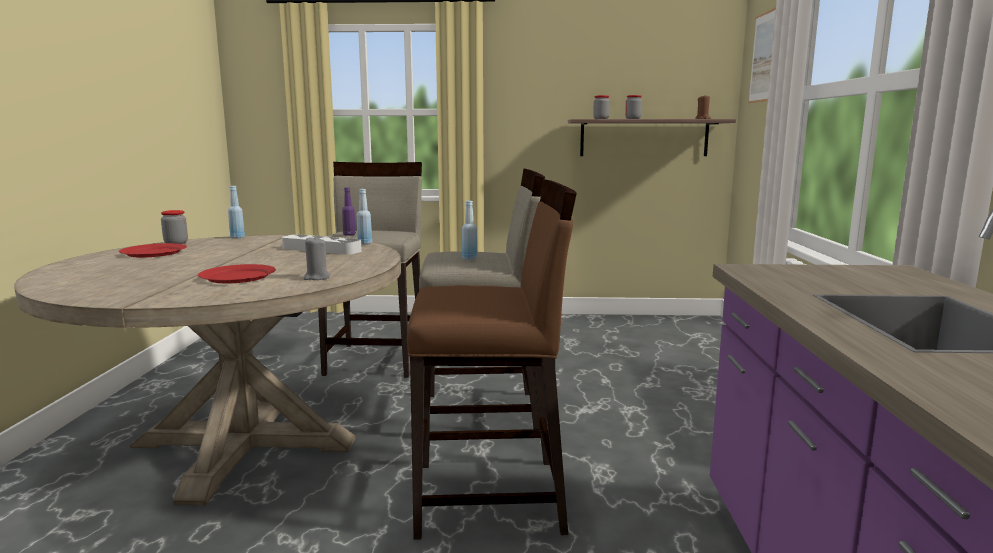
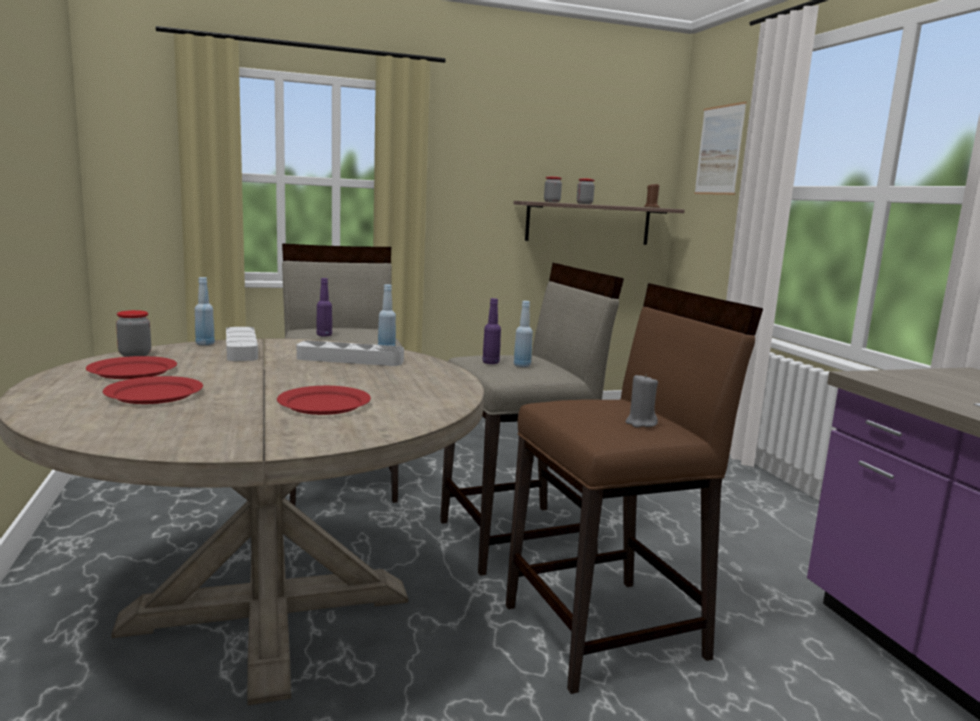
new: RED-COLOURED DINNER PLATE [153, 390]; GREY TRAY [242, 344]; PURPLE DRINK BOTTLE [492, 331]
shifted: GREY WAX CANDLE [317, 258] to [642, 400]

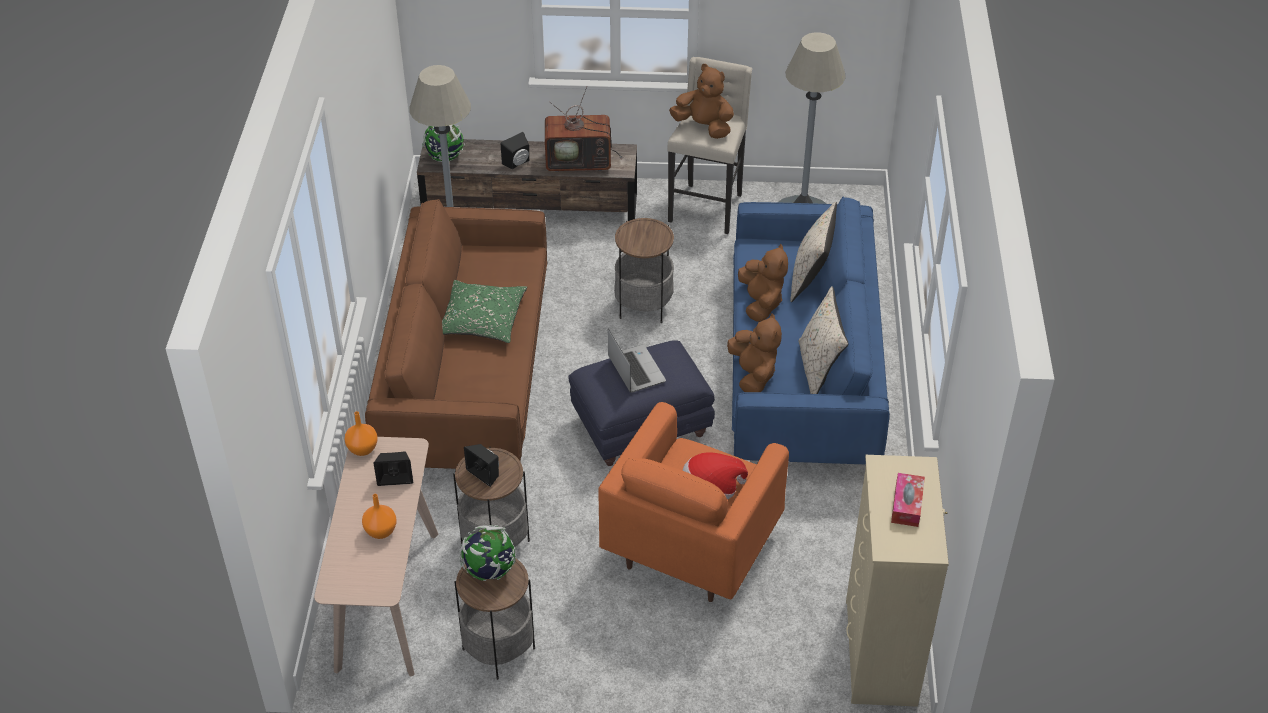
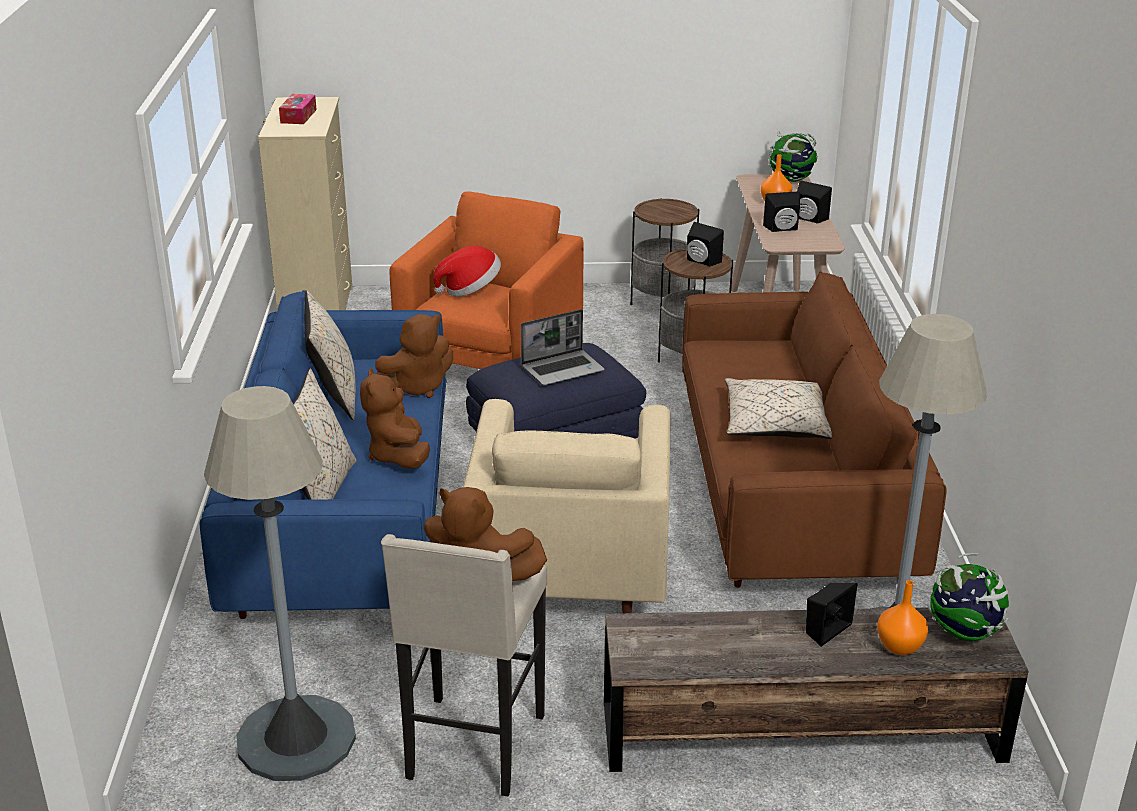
gone: TV [584, 129]
new: BLACK-COLOURED AUDIO SPEAKER [814, 202]
shifted: GLOBE [487, 553] to [793, 156]; ORANGE-COLOURED VASE [361, 433] to [902, 617]
swapped: SIDE TABLE [644, 270] to SAND-COLOURED ARMCHAIR [567, 506]
repainted: GREEN-COLOURED PILLOW [484, 311] to SAND-COLOURED PILLOW [778, 408]
rotated: BROWN-COLOURED CUDDLY TOY [754, 352] = [414, 356] 105 degrees counterclockwise; PORTABLE COMPUTER [637, 361] = [563, 347] 90 degrees counterclockwise

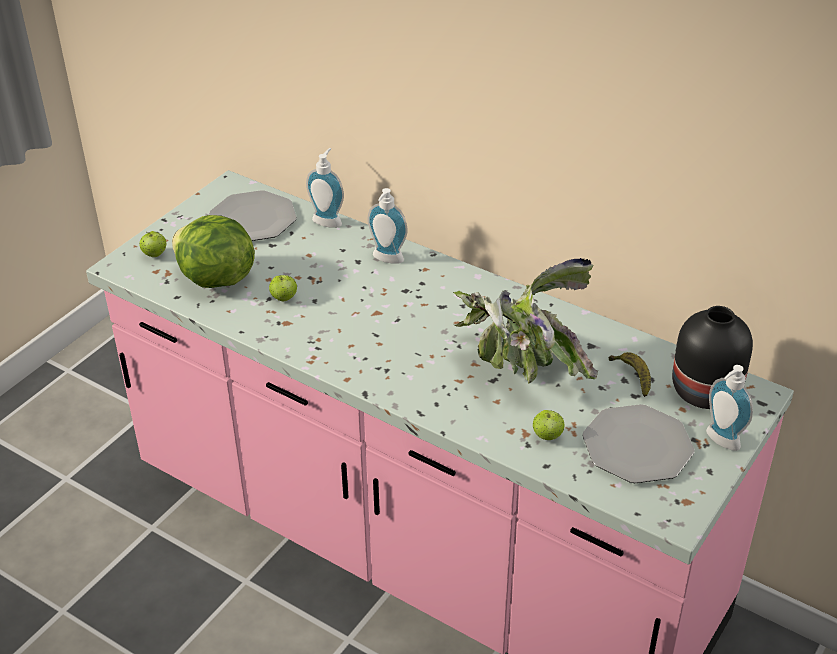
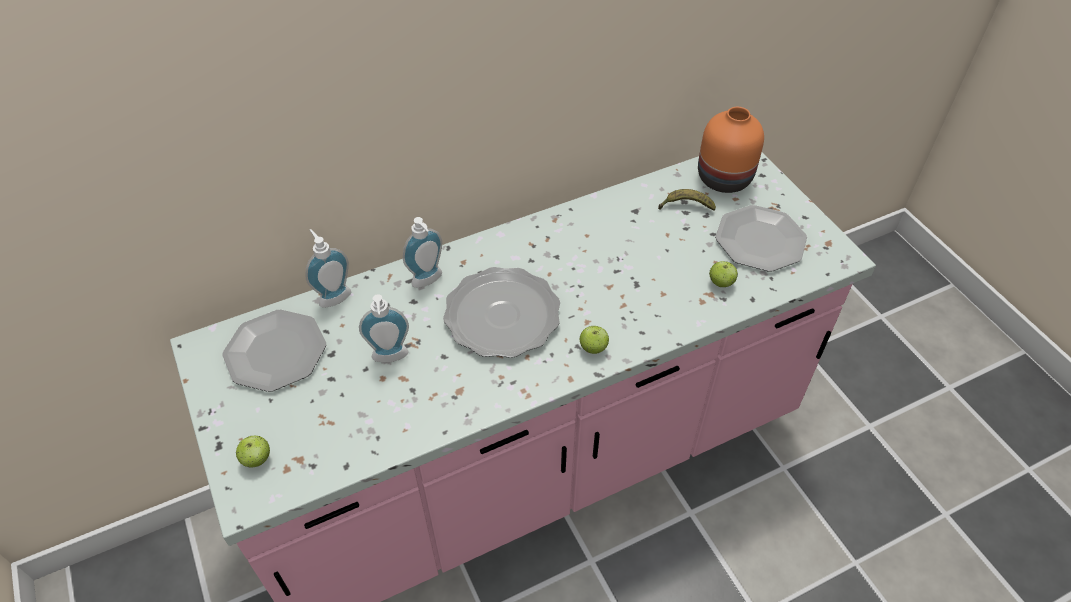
gone: LETTUCE [213, 251]; PLANT IN A POT [525, 321]
new: DINNER PLATE [501, 312]
shifted: SOAP BOTTLE [729, 408] to [384, 328]; WHOLE APPLE [283, 288] to [594, 340]
repainted: BLACK-COLOURED VASE [712, 357] to ORANGE-COLOURED VASE [731, 150]

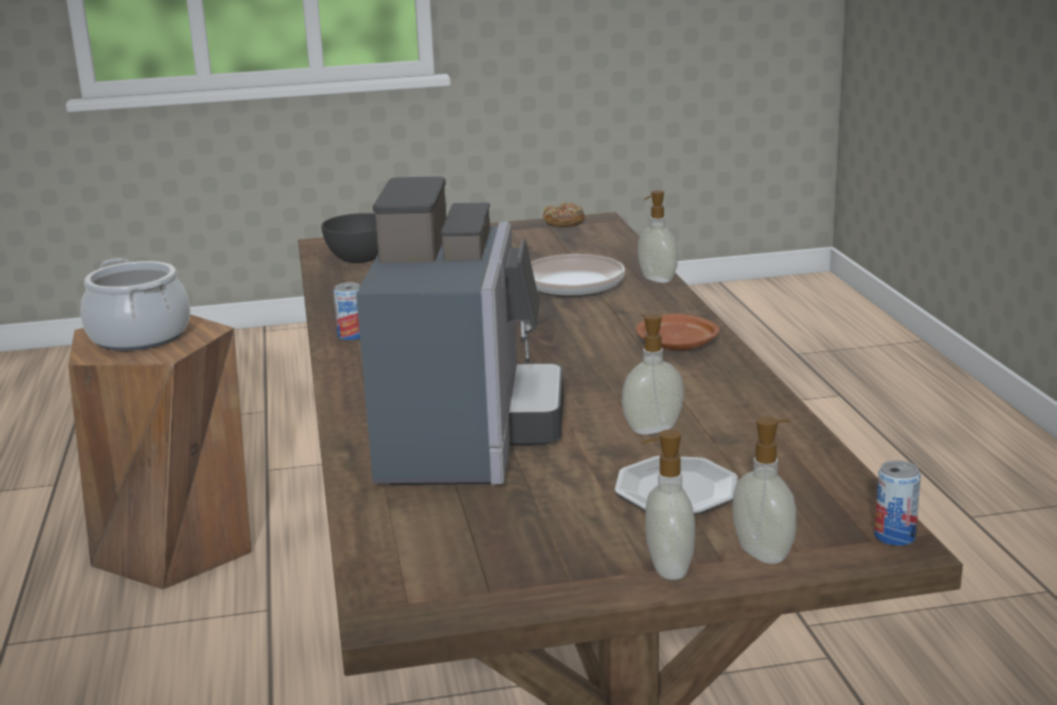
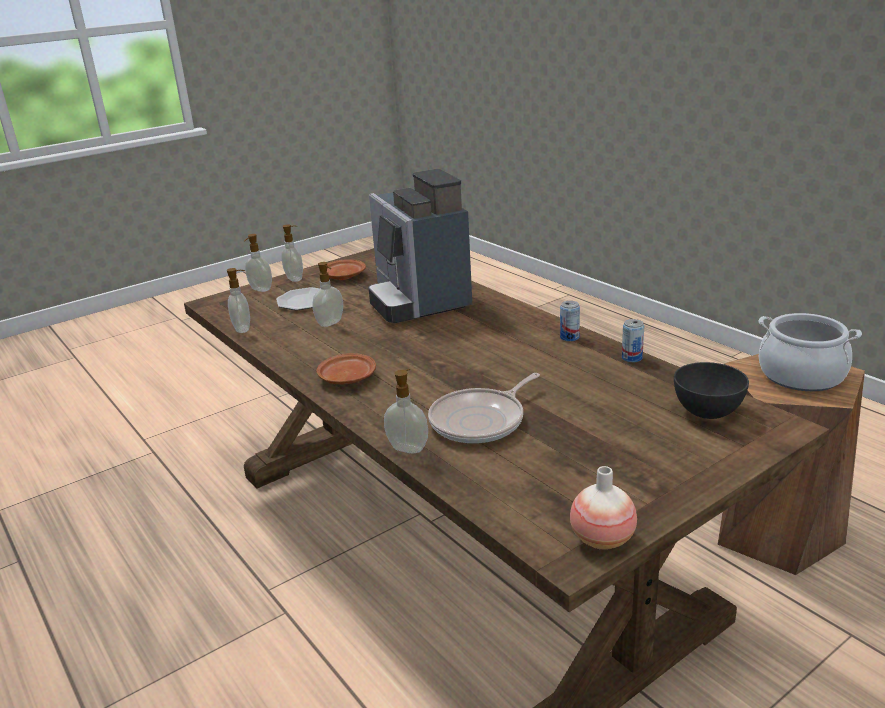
new: SOAP BOTTLE [238, 300]; BROWN-COLOURED DINNER PLATE [346, 269]
shifted: METAL CAN [897, 503] to [633, 341]
swapped: DOUGHNUT [564, 214] to VASE [603, 508]

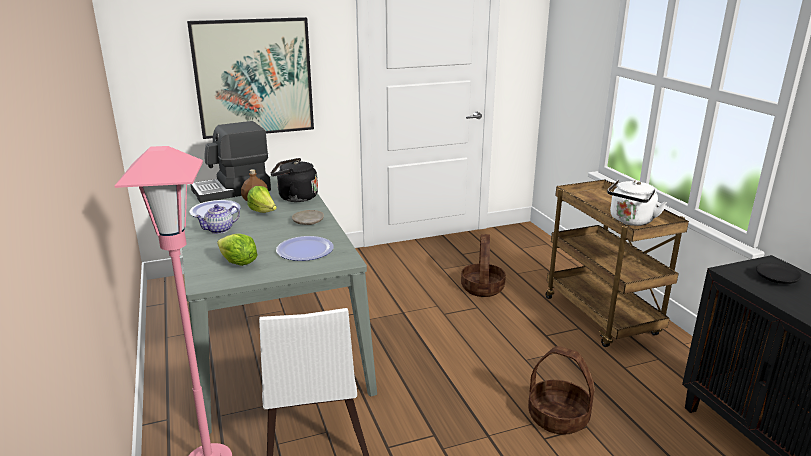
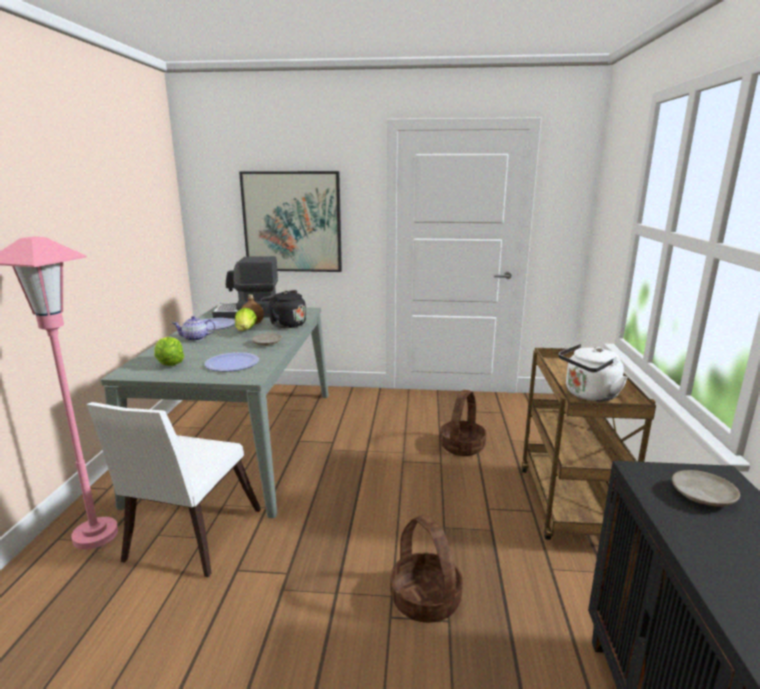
repainted: BLACK-COLOURED DINNER PLATE [779, 273] to SAND-COLOURED DINNER PLATE [706, 488]

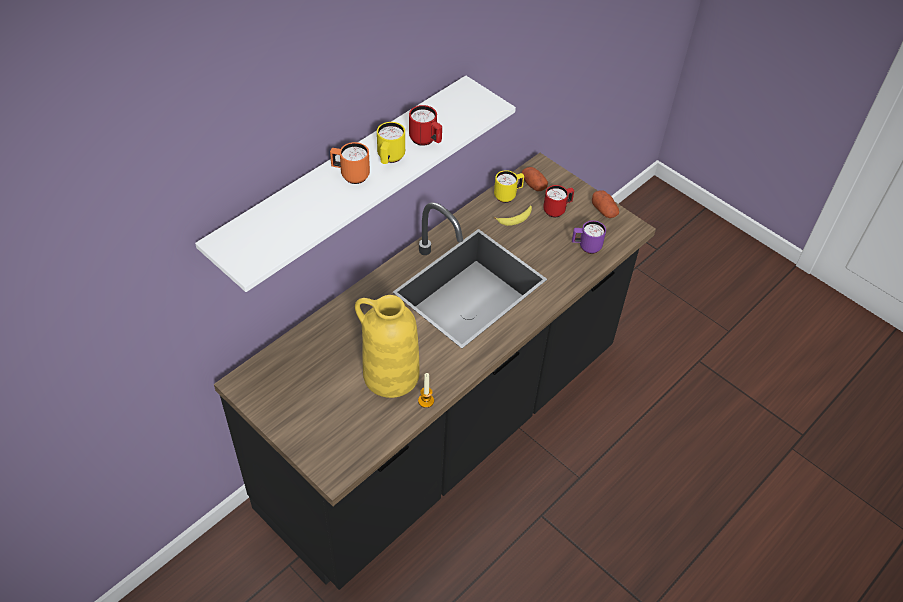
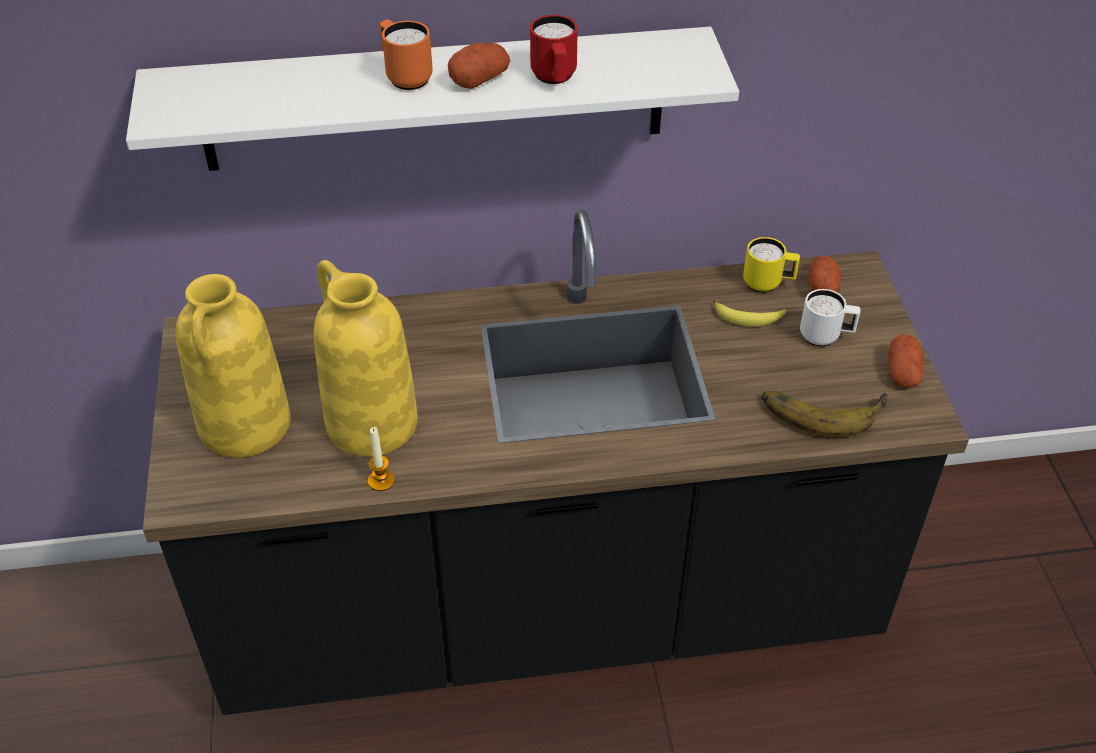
new: YELLOWISH VASE [233, 366]
swapped: YELLOWISH COFFEE MUG [391, 143] to SPUD [479, 66]; PURPLE COFFEE MUG [589, 237] to BANANA FRUIT [825, 414]
repainted: RED-COLOURED COFFEE MUG [558, 201] to WHITE-COLOURED COFFEE MUG [830, 318]

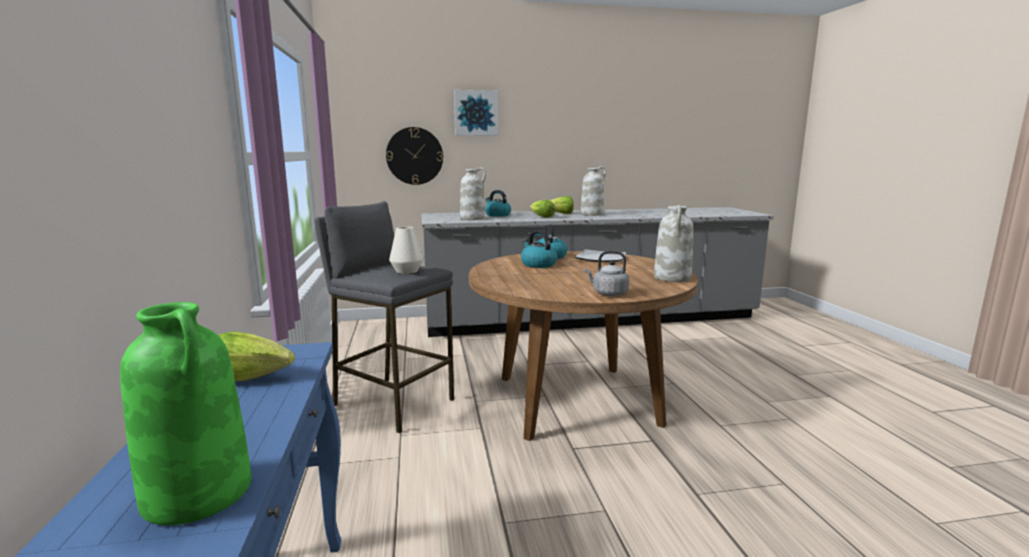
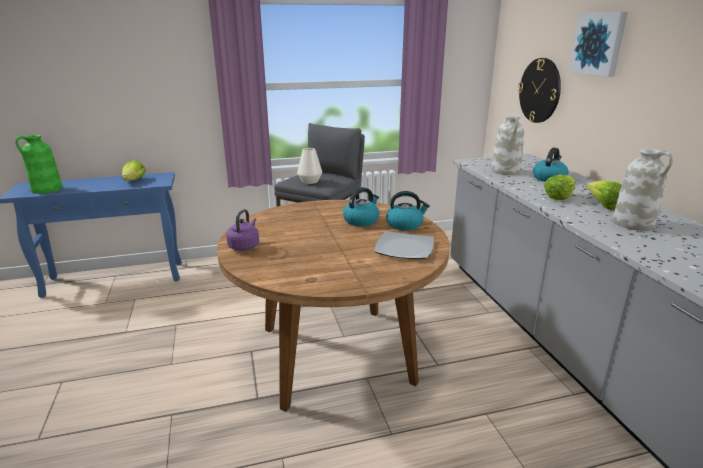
gone: WHITE-COLOURED VASE [673, 243]
repainted: GREY WATER KETTLE [607, 273] to PURPLE WATER KETTLE [242, 230]

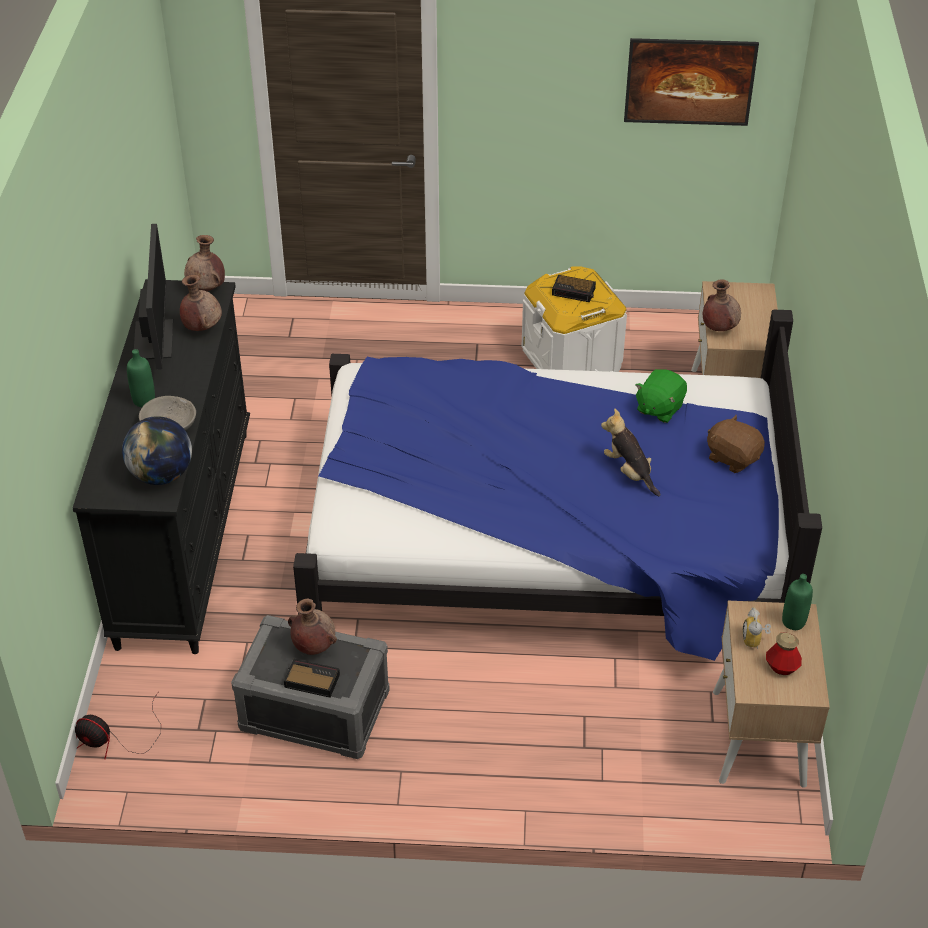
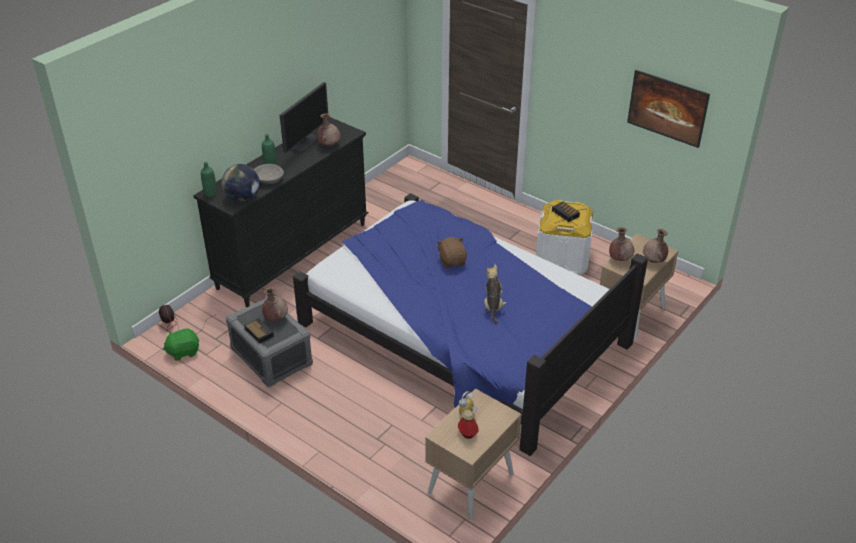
shifted: GREEN-COLOURED CUDDLY TOY [661, 396] to [181, 344]; GREEN-COLOURED DRINK BOTTLE [797, 602] to [209, 179]; BROWN-COLOURED CUDDLY TOY [736, 444] to [452, 252]; BROWN-COLOURED VASE [204, 263] to [655, 246]

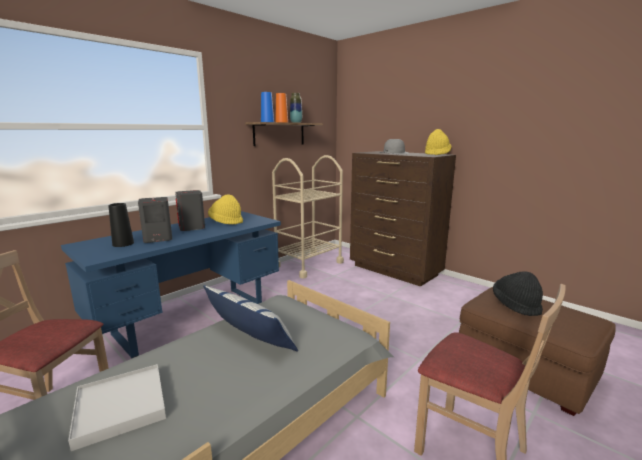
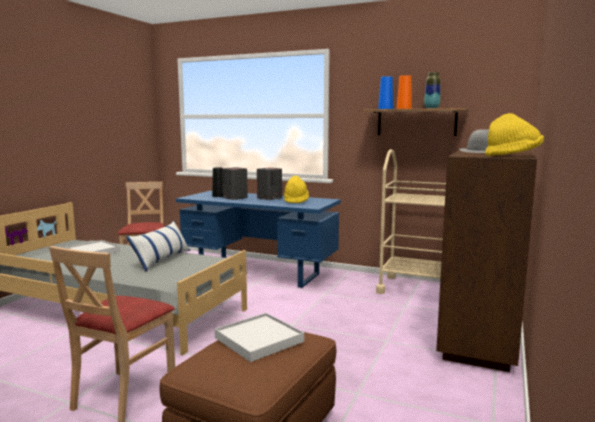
swapped: BLACK-COLOURED CLOTHING HAT [518, 293] to WHITE-COLOURED TRAY [259, 337]

